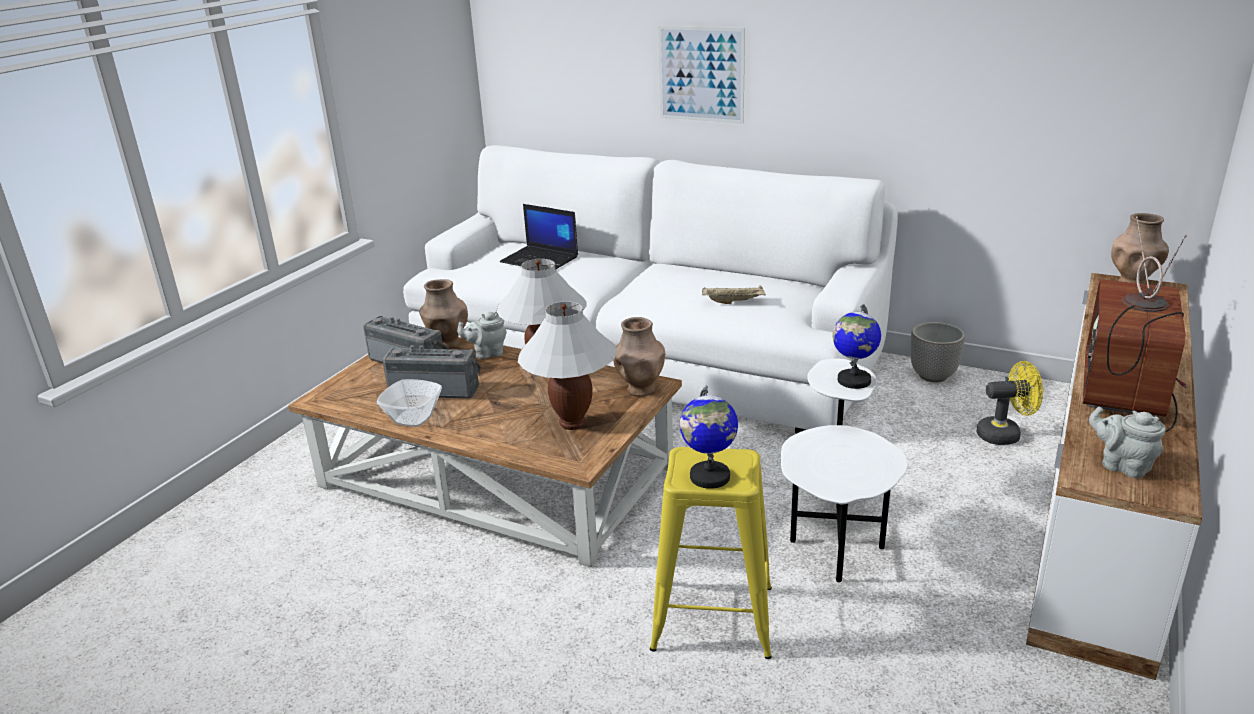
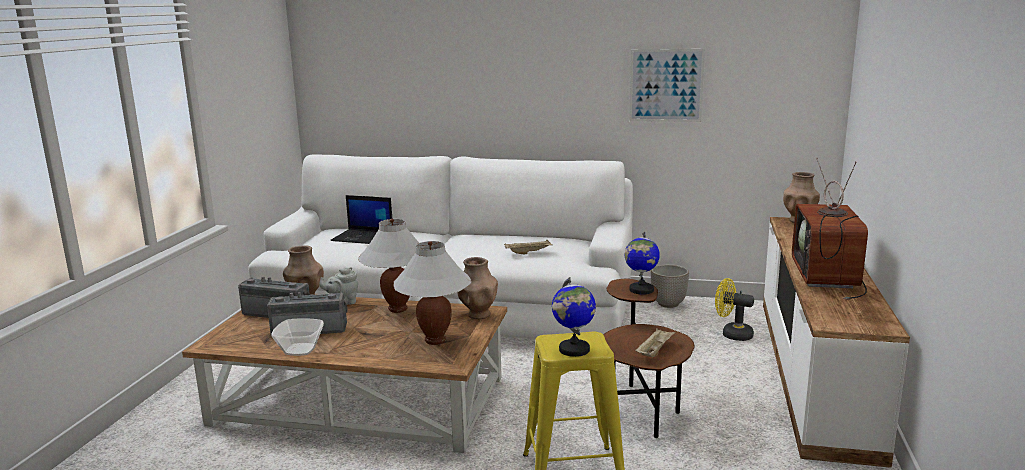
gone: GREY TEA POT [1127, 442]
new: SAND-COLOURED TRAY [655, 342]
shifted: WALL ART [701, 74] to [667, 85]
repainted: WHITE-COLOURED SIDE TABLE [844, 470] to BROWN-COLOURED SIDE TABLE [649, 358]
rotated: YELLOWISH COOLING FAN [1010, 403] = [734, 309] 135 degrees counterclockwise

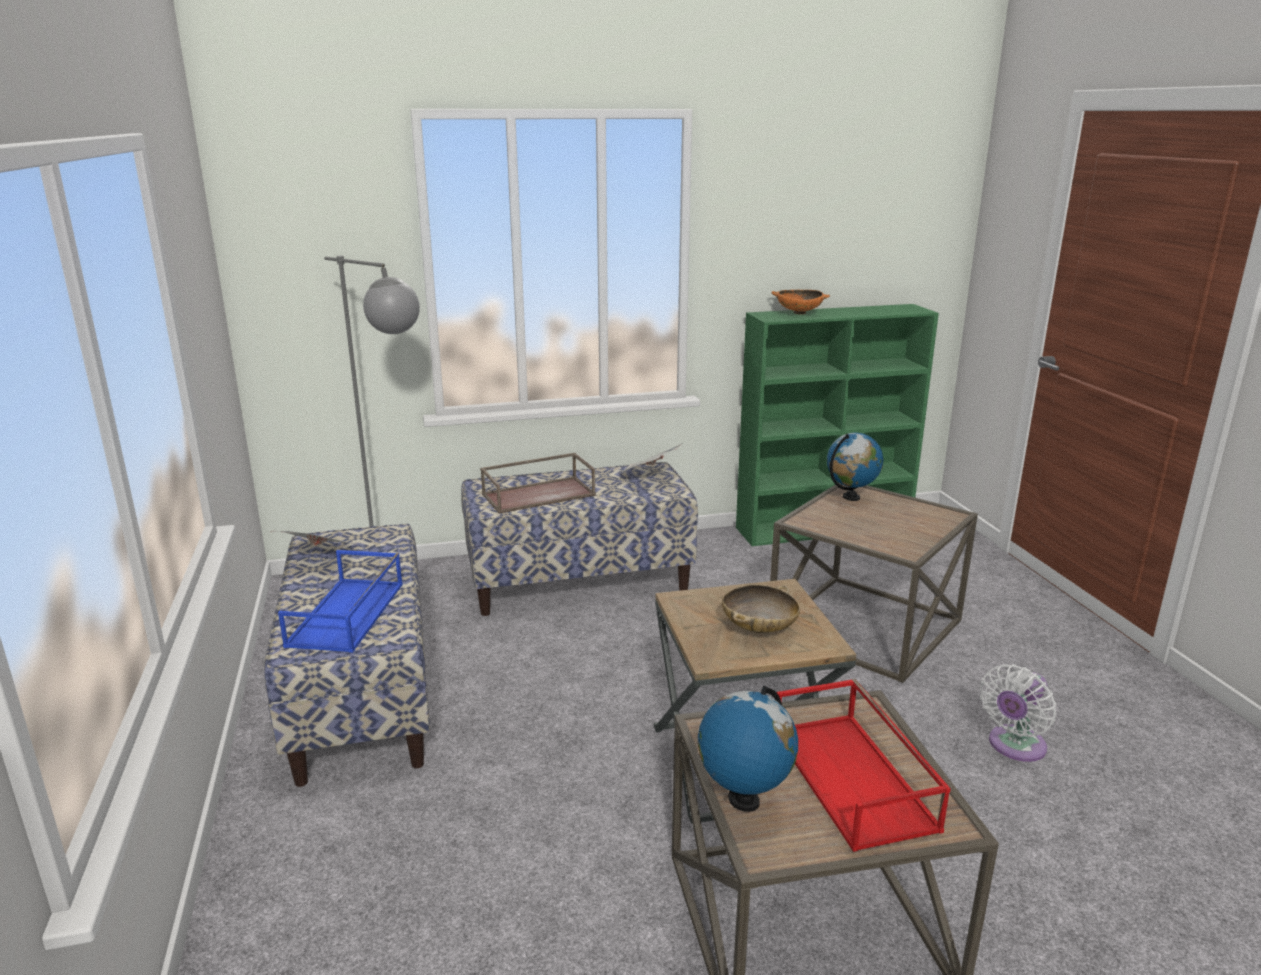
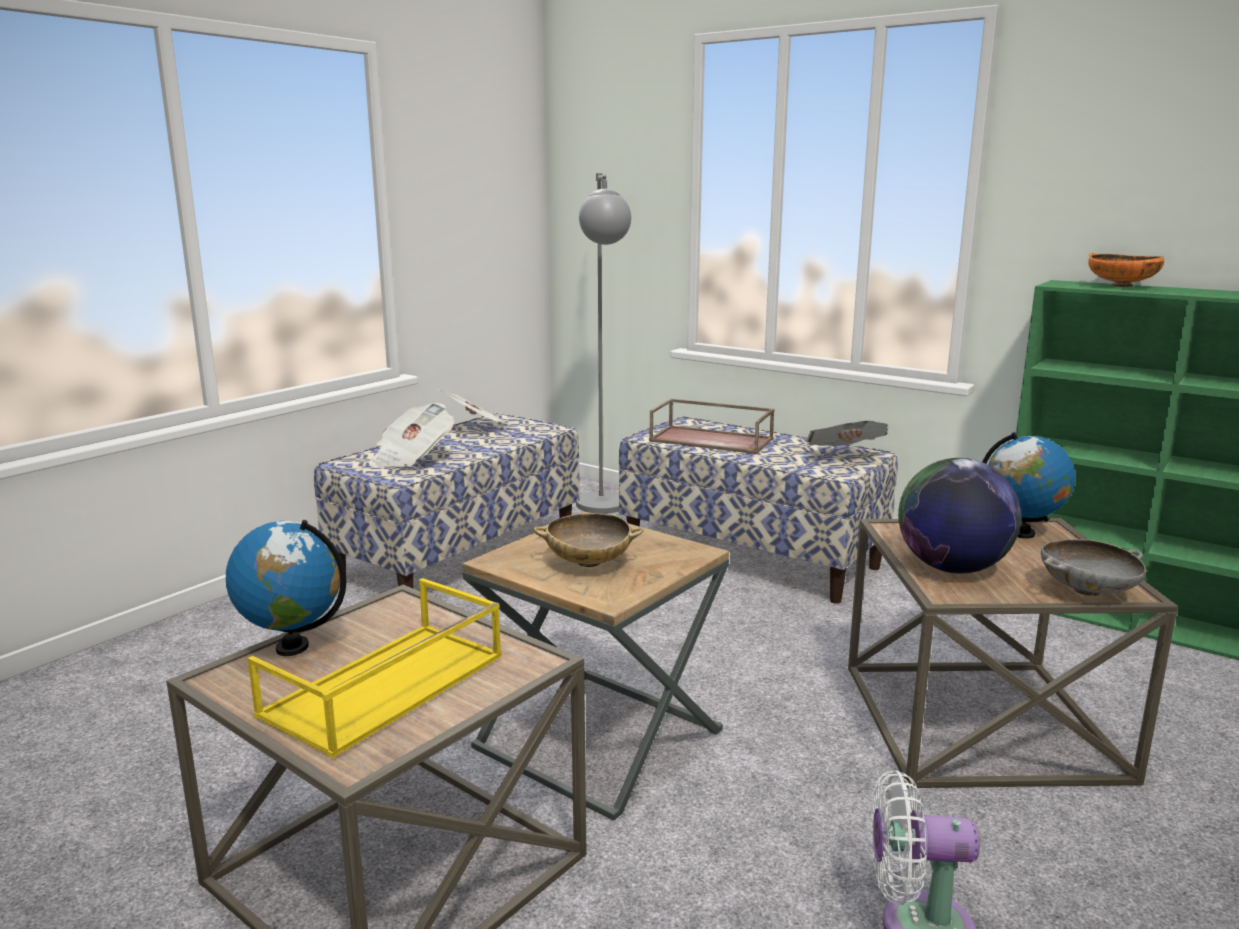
new: GLOBE [959, 516]; GREY DEEP DISH [1093, 567]
swapped: BLUE-COLOURED TRAY [340, 601] to PRINTED PAPER [411, 435]
repainted: RED-COLOURED TRAY [864, 765] to YELLOWISH TRAY [375, 668]

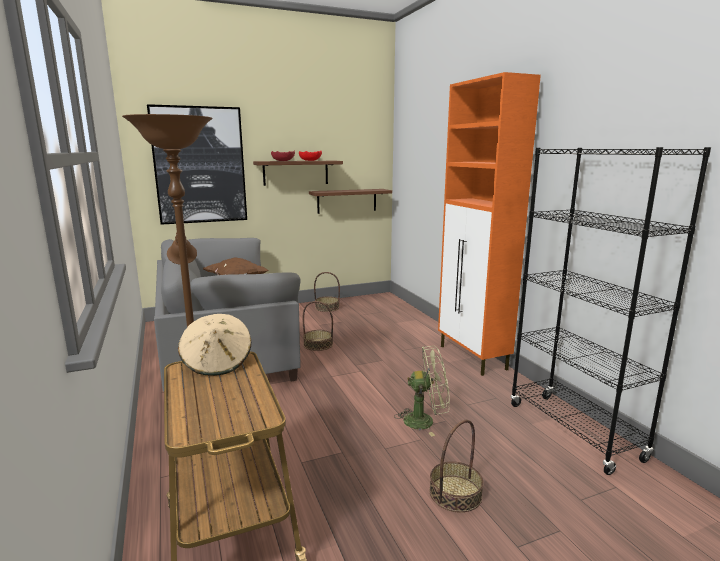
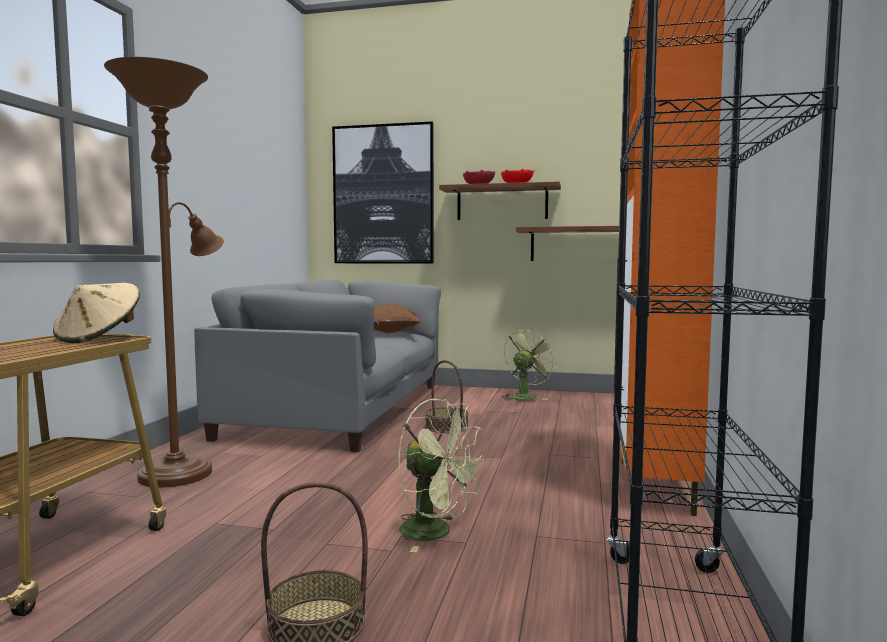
swapped: STORAGE BASKET [327, 292] to GREEN-COLOURED COOLING FAN [529, 364]

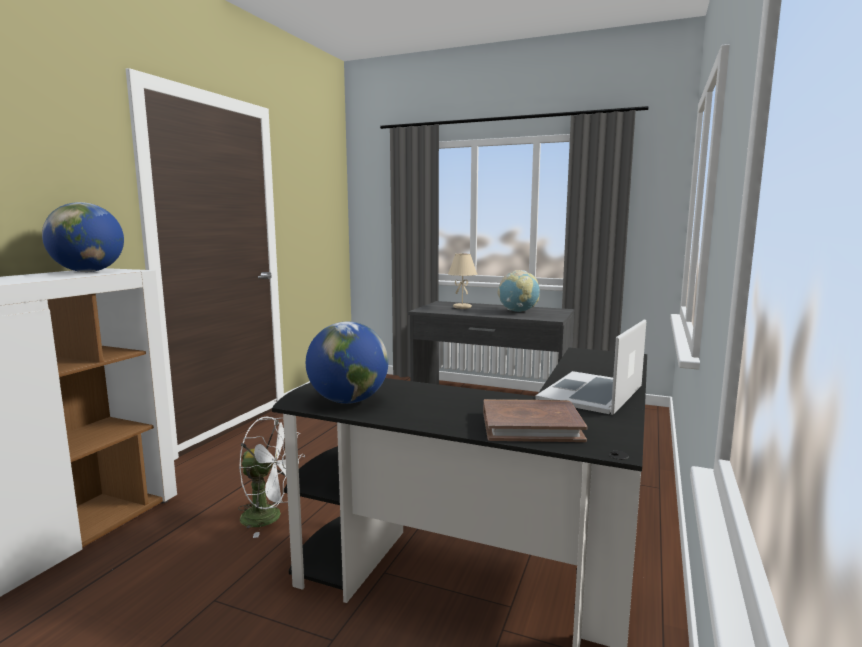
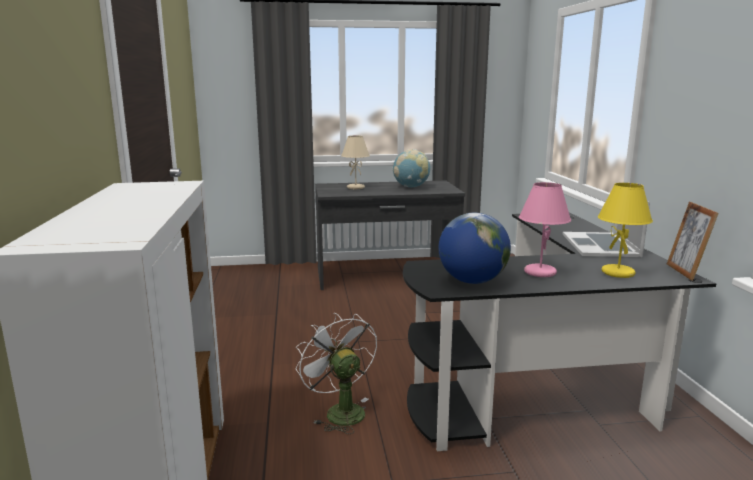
gone: GLOBE [83, 237]
new: PINK TABLETOP LAMP [545, 229]; PHOTO FRAME [693, 241]
swapped: BROWN-COLOURED BOOK [535, 420] to YELLOWISH TABLETOP LAMP [625, 230]
rotated: WHITE-COLOURED COOLING FAN [271, 477] = [336, 373] 105 degrees counterclockwise

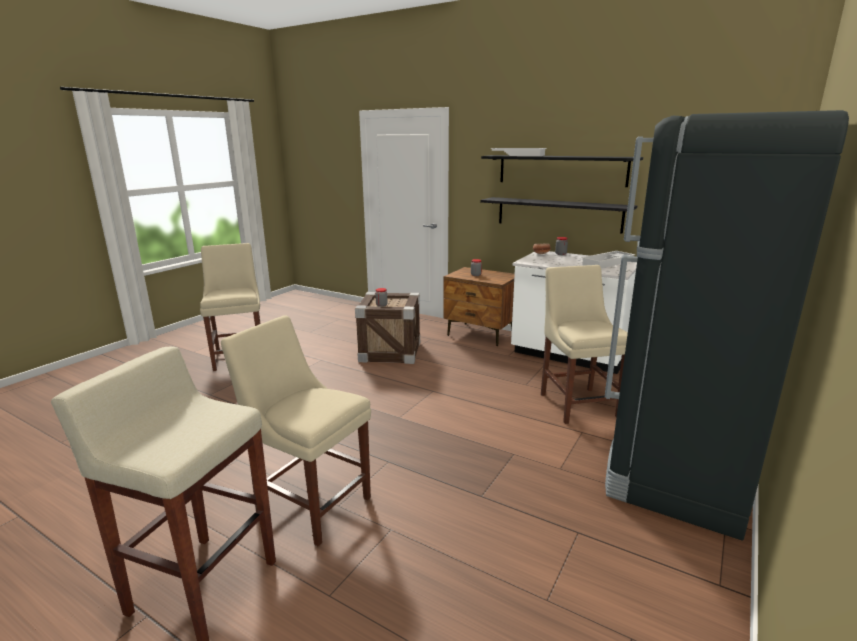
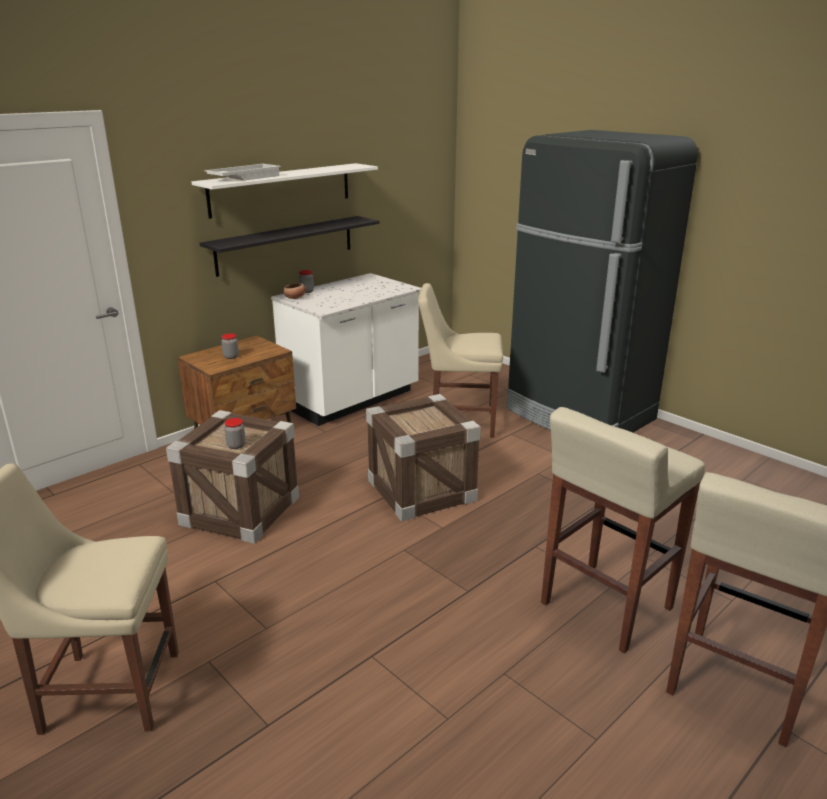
gone: WHITE-COLOURED TRAY [608, 259]
new: CRATE [423, 458]
swapped: SAND-COLOURED CHAIR [296, 431] to SAND-COLOURED STOOL SEAT [623, 530]
repainted: BLACK-COLOURED WALL SHELF [562, 171] to WHITE-COLOURED WALL SHELF [284, 191]

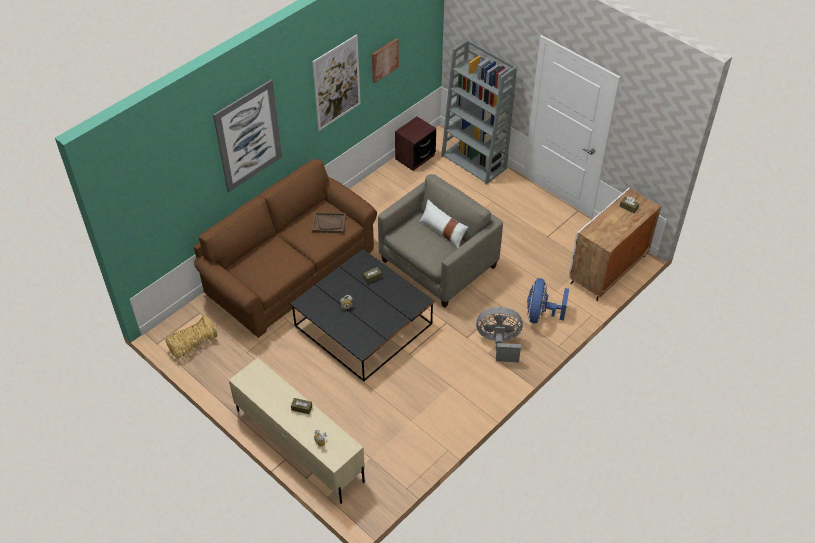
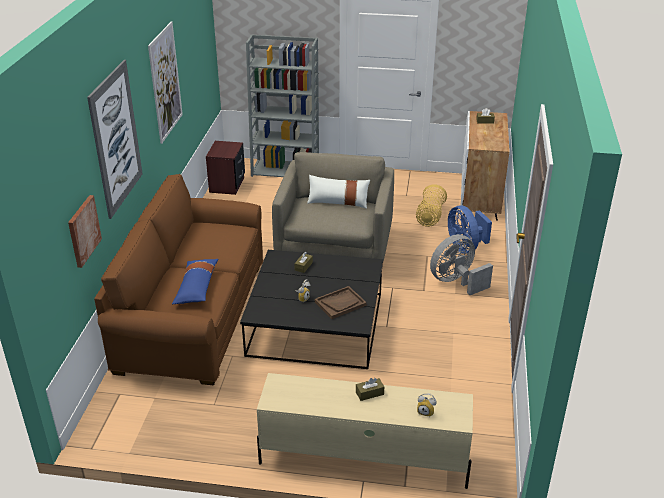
new: BLUE-COLOURED PILLOW [195, 281]
shifted: WALL ART [385, 60] to [85, 231]; BROWN-COLOURED TRAY [329, 222] to [341, 302]; STORAGE BASKET [191, 336] to [431, 205]

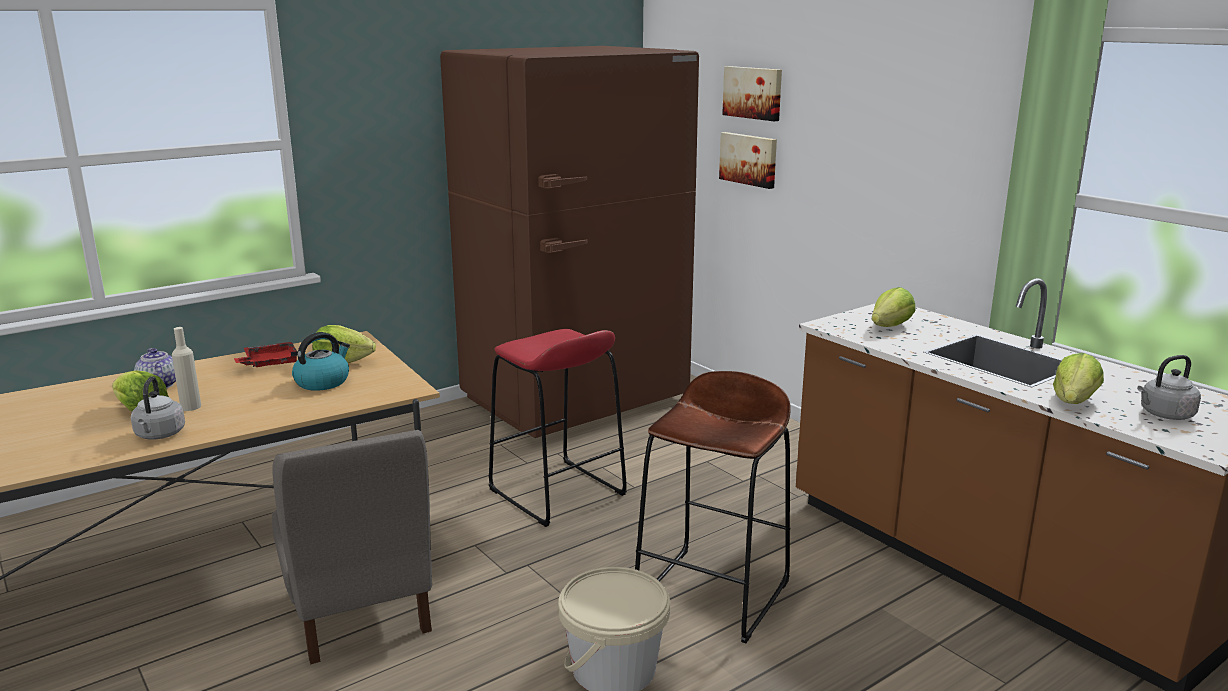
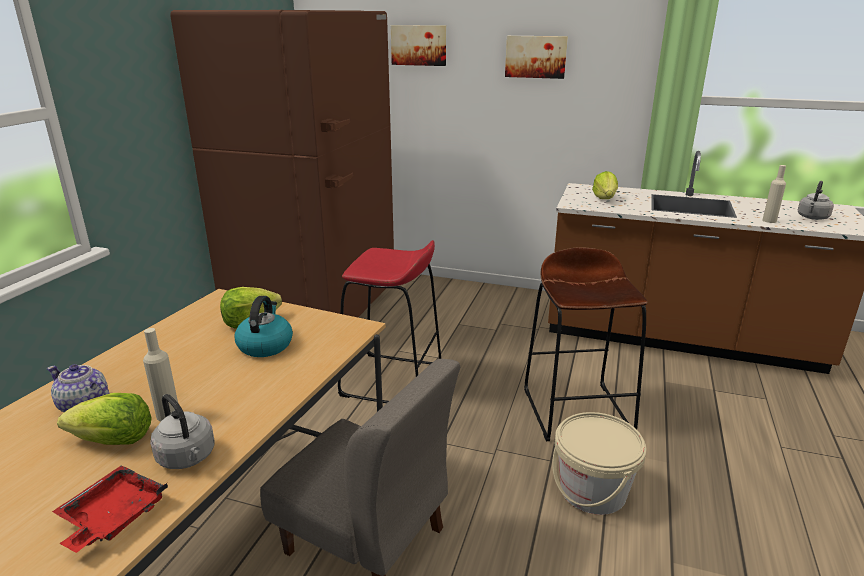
shifted: RED-COLOURED TRAY [266, 354] to [110, 509]; WALL ART [748, 160] to [536, 57]
swapped: LETTUCE [1078, 378] to SAND-COLOURED DRINK BOTTLE [774, 194]

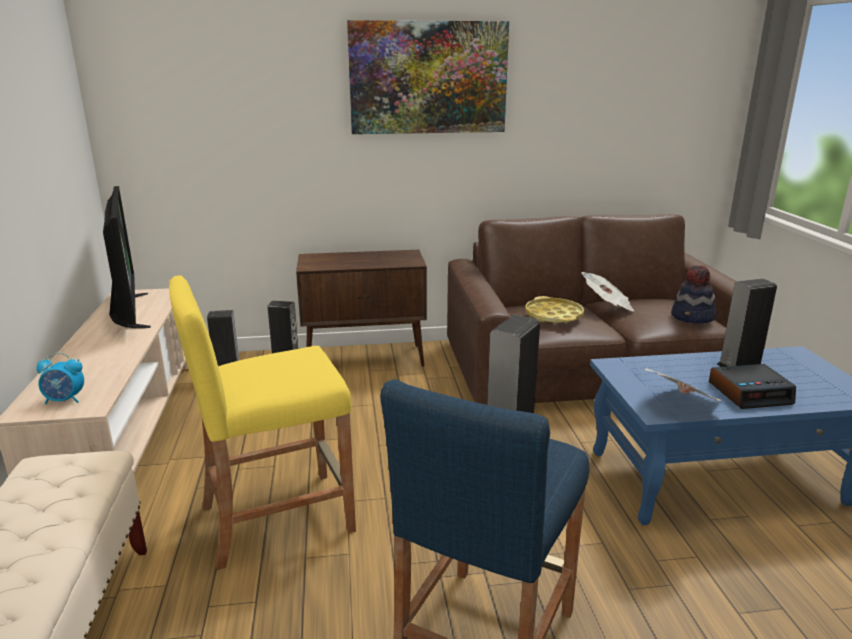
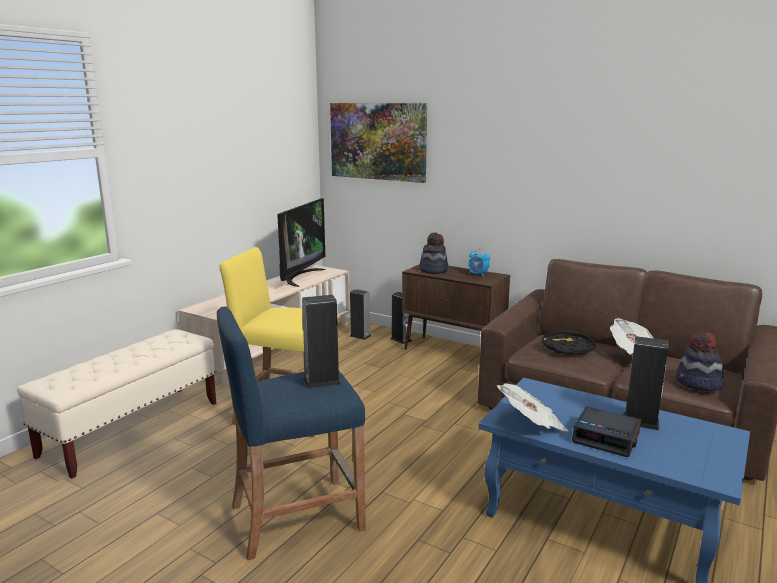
new: CLOTHING HAT [433, 253]
shifted: WALL ART [428, 77] to [378, 143]; TABLE CLOCK [60, 378] to [479, 263]
repainted: YELLOWISH TRAY [554, 309] to BLACK-COLOURED TRAY [568, 342]

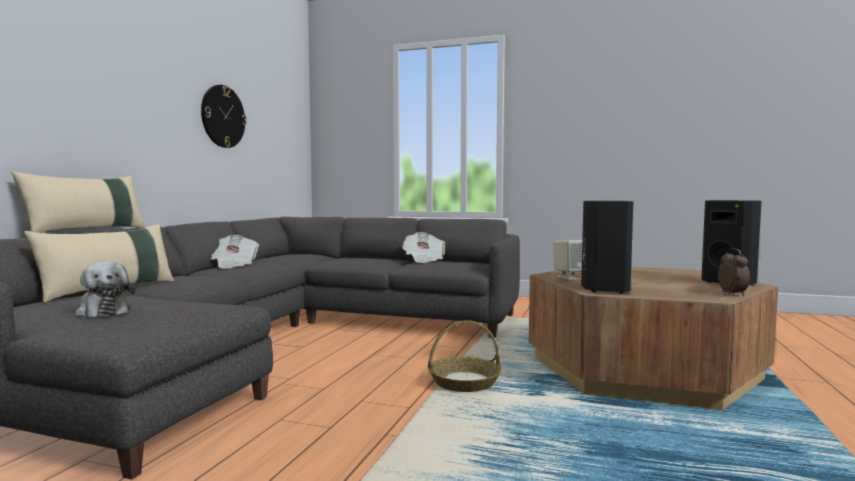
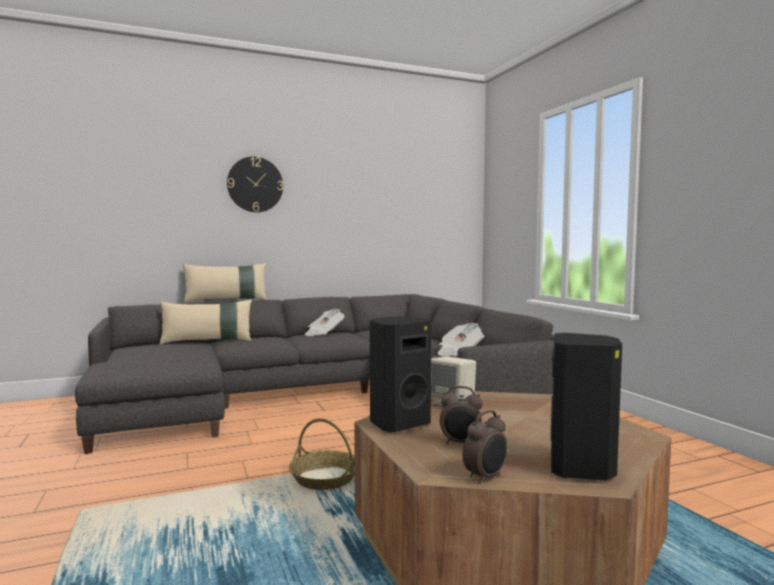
gone: CUDDLY TOY [105, 289]
new: TABLE CLOCK [461, 415]
shifted: CLOCK ON THE WALL [224, 116] to [255, 184]

